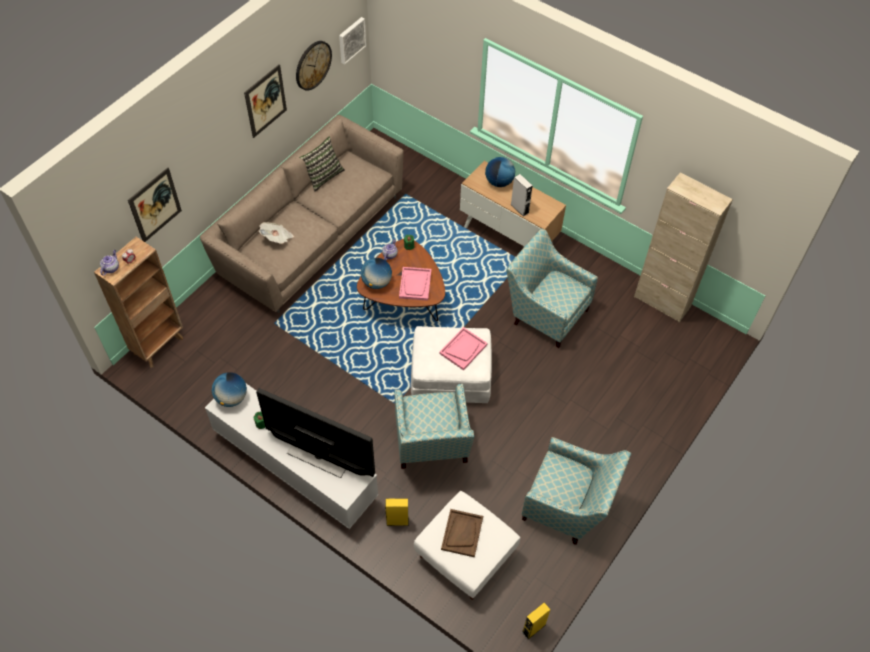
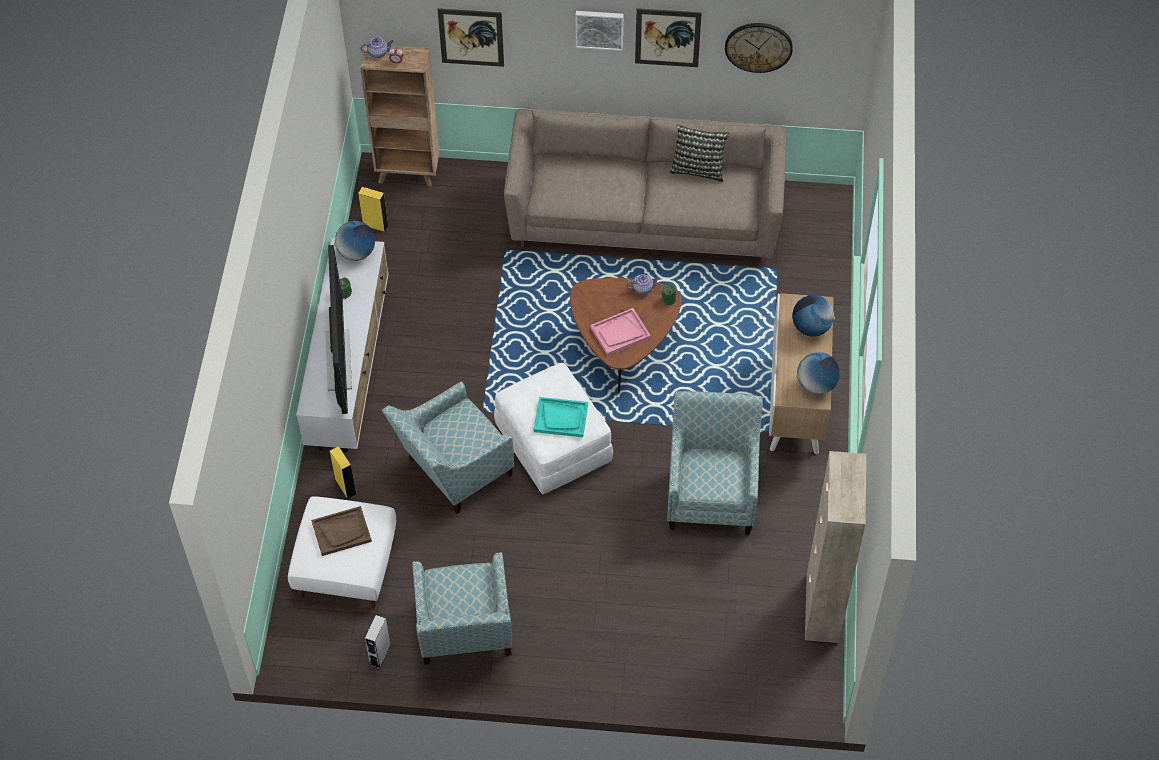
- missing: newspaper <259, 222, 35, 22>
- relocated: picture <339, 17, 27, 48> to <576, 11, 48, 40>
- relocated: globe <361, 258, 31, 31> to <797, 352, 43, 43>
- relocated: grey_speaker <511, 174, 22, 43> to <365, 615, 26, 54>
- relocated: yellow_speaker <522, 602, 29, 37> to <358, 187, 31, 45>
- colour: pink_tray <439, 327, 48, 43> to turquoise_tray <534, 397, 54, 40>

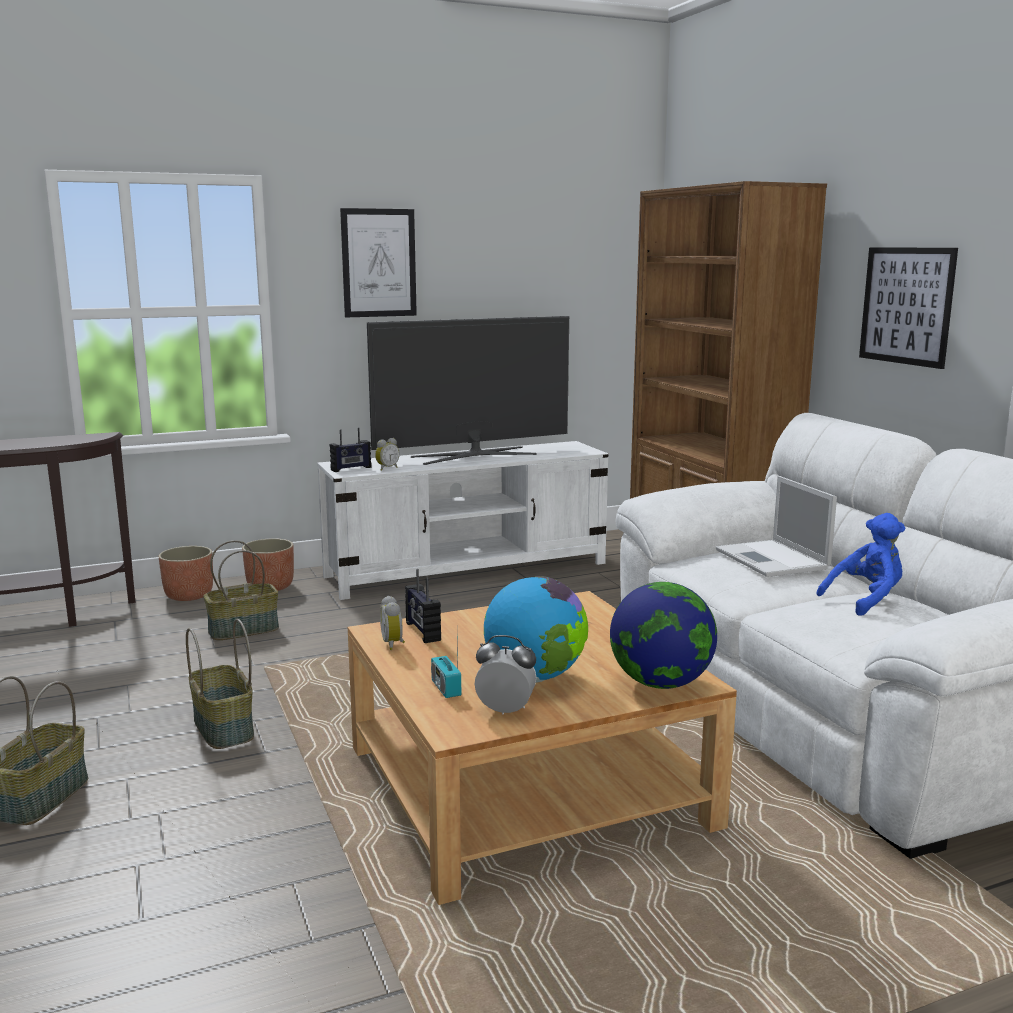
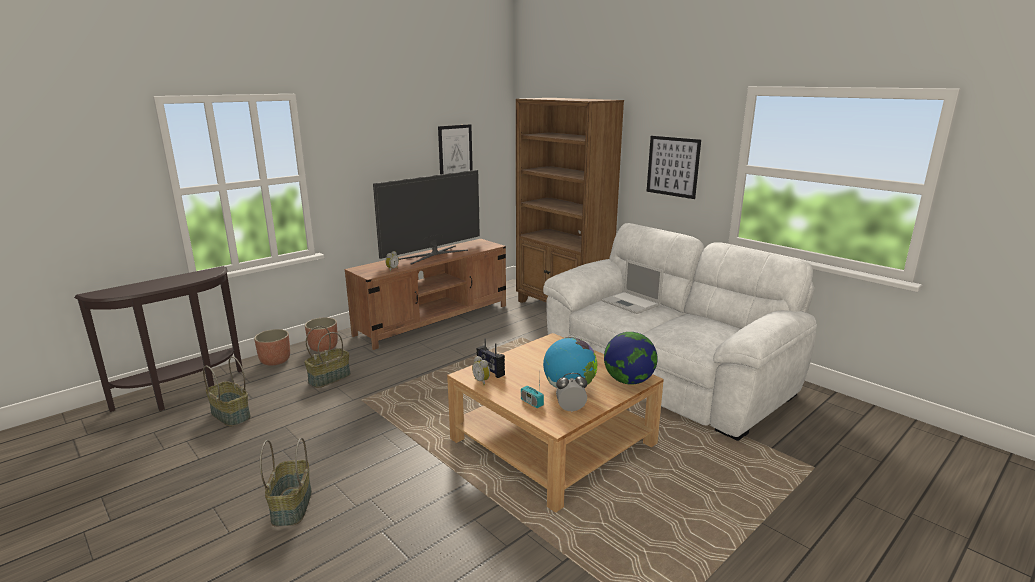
- missing: radio <330, 428, 42, 44>
- missing: blue_plush_toy <817, 513, 88, 103>
- relocated: basket <186, 619, 68, 130> to <203, 356, 48, 71>
- relocated: picture <340, 208, 77, 110> to <438, 124, 35, 51>
- colour: white_tv_stand <317, 441, 292, 159> to brown_tv_stand <344, 239, 162, 111>

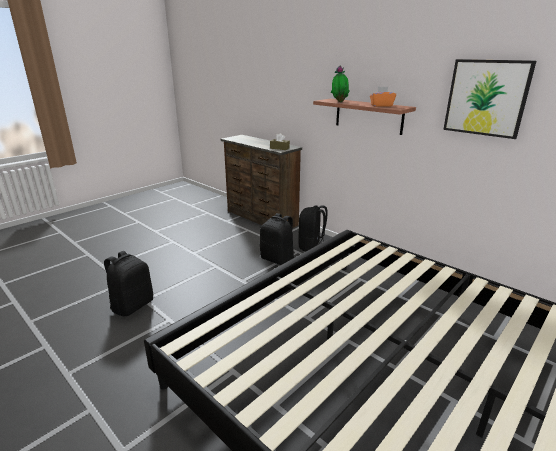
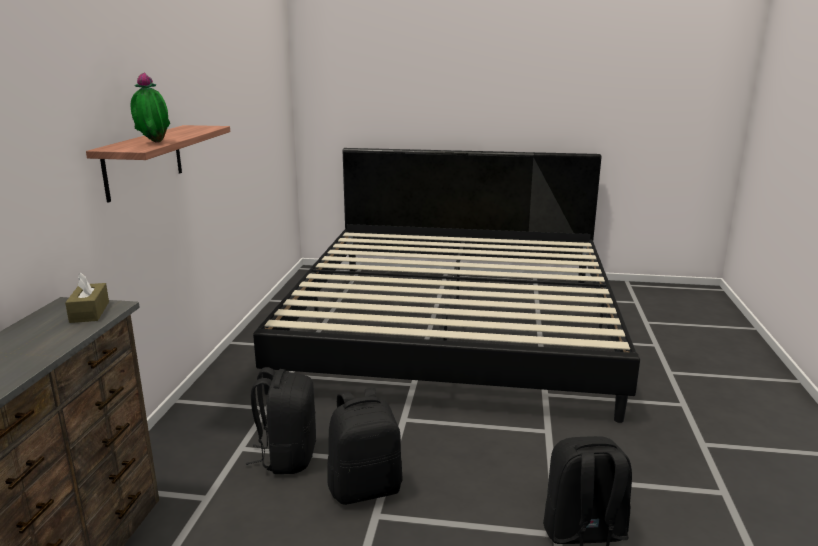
- missing: orange_tissue_box <370, 87, 26, 20>
- missing: picture <443, 59, 93, 80>
- relocated: black_backpack <298, 205, 30, 46> to <327, 388, 76, 117>

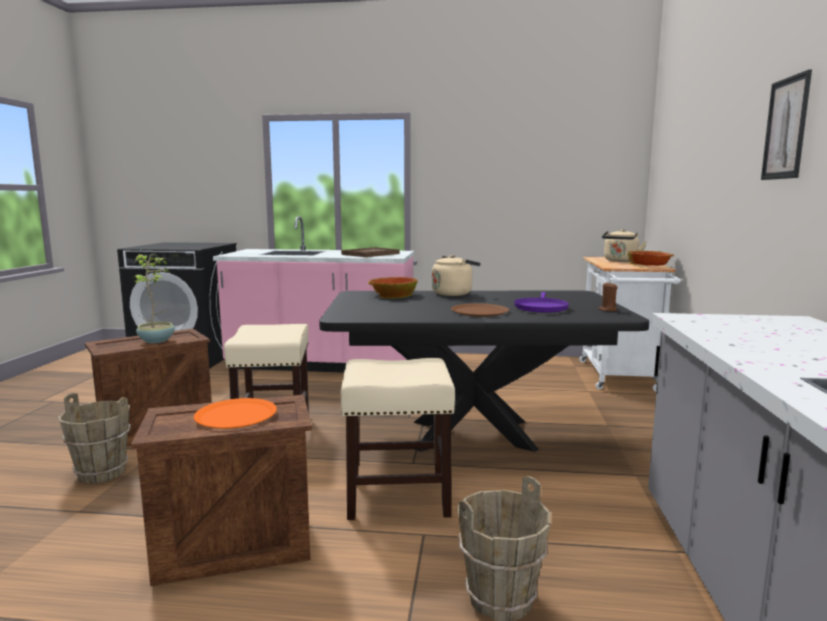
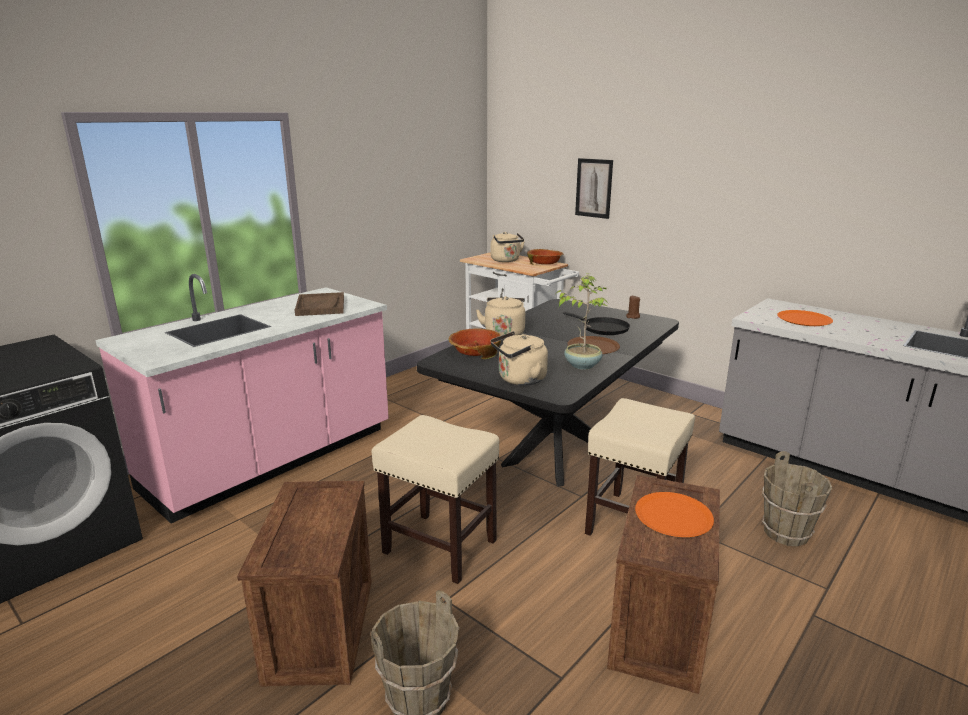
- appeared: beige_kettle <490, 331, 58, 55>
- appeared: orange_plate <777, 310, 56, 16>
- relocated: potted_plant <131, 254, 44, 89> to <557, 273, 52, 97>
- relocated: picture <761, 69, 51, 111> to <575, 158, 38, 61>
- colour: purple_frying_pan <514, 292, 55, 21> to black_frying_pan <563, 312, 67, 23>

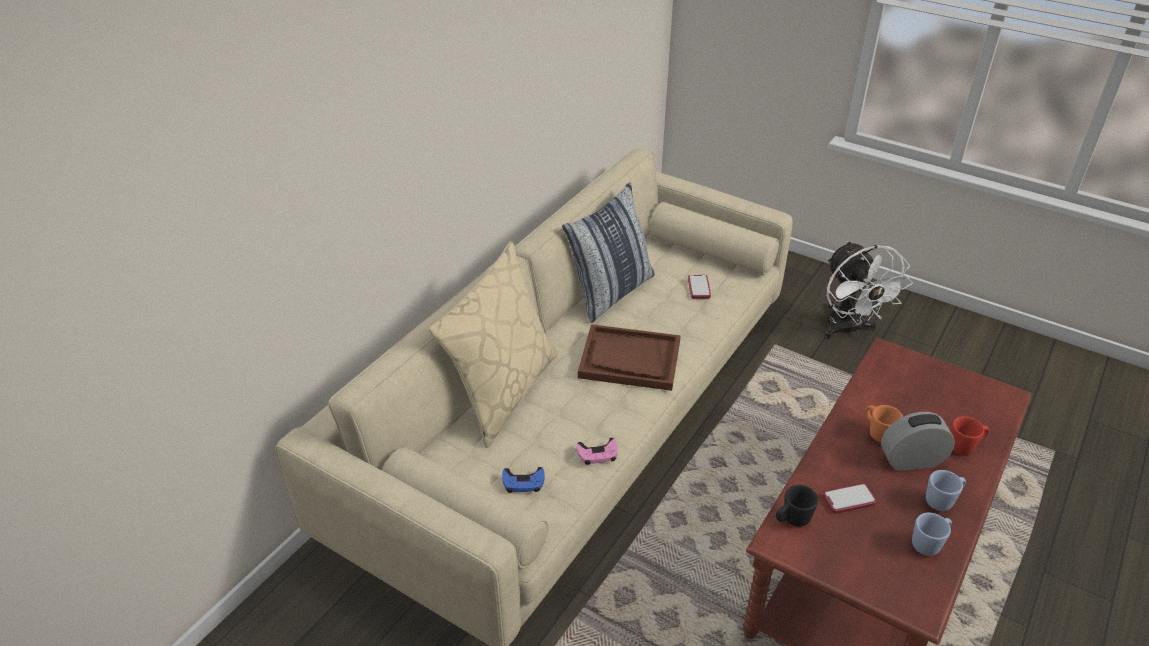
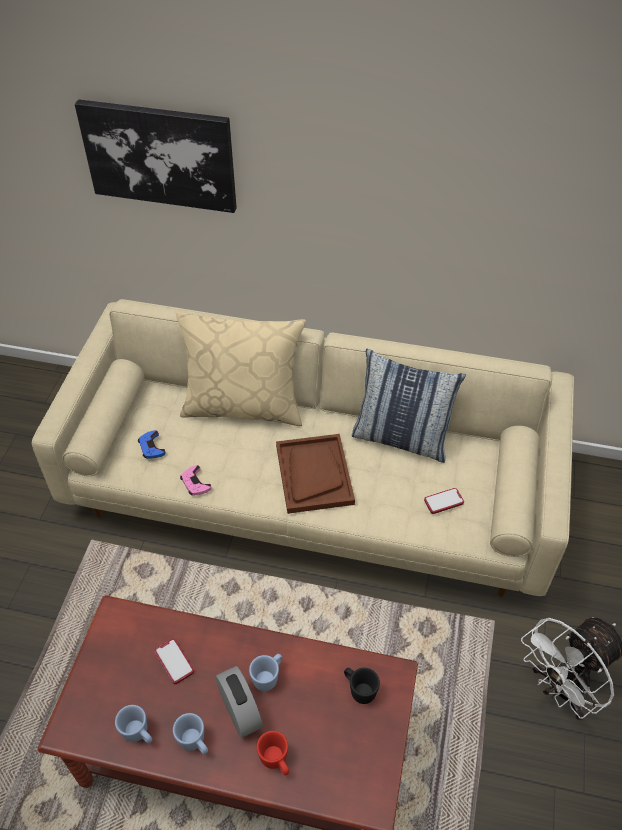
- appeared: picture <75, 99, 162, 114>
- relocated: black_mug <776, 485, 42, 42> to <344, 668, 36, 36>
- colour: orange_mug <865, 405, 38, 38> to blue_mug <249, 654, 33, 37>

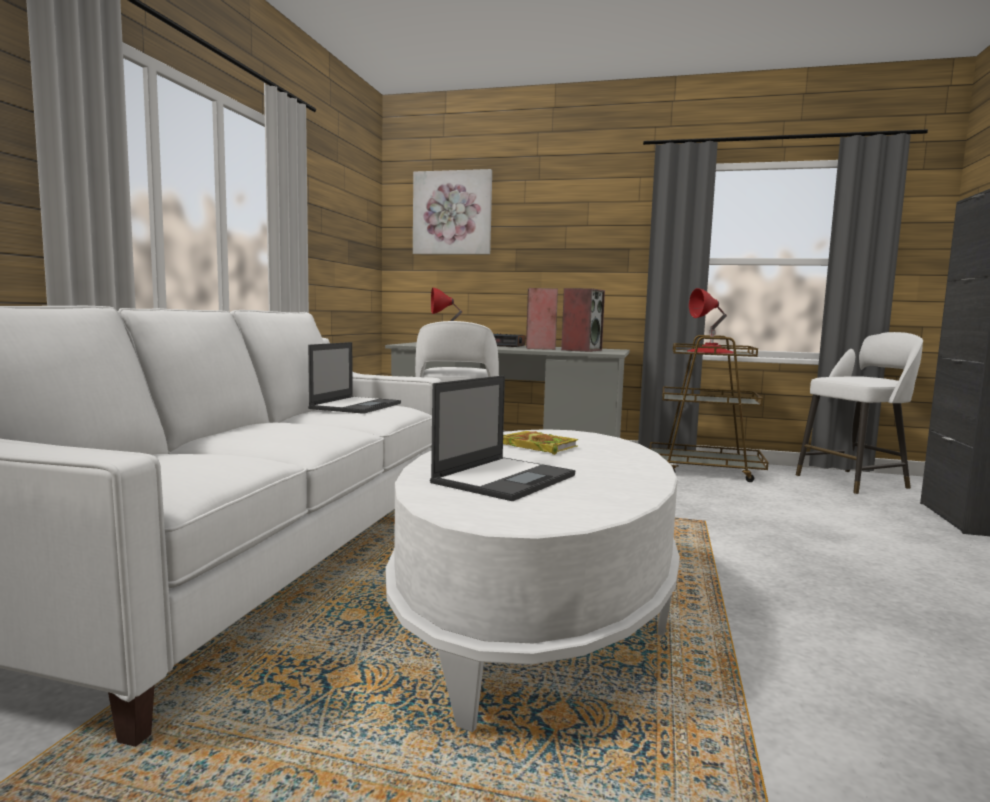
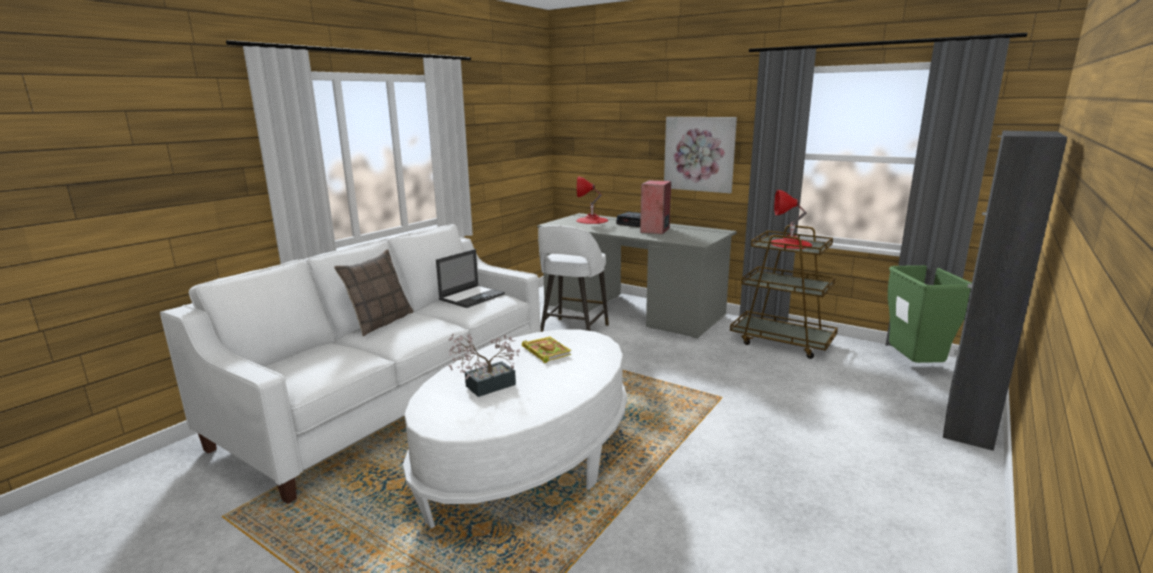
- missing: speaker <561, 288, 44, 64>
- appeared: pillow <334, 249, 80, 88>
- relocated: picture <413, 169, 79, 86> to <664, 117, 73, 76>
- exchanged: laptop <430, 375, 145, 126> to potted_plant <448, 333, 72, 64>
- exchanged: white_stool <796, 332, 127, 162> to green_trash_can <888, 265, 84, 98>

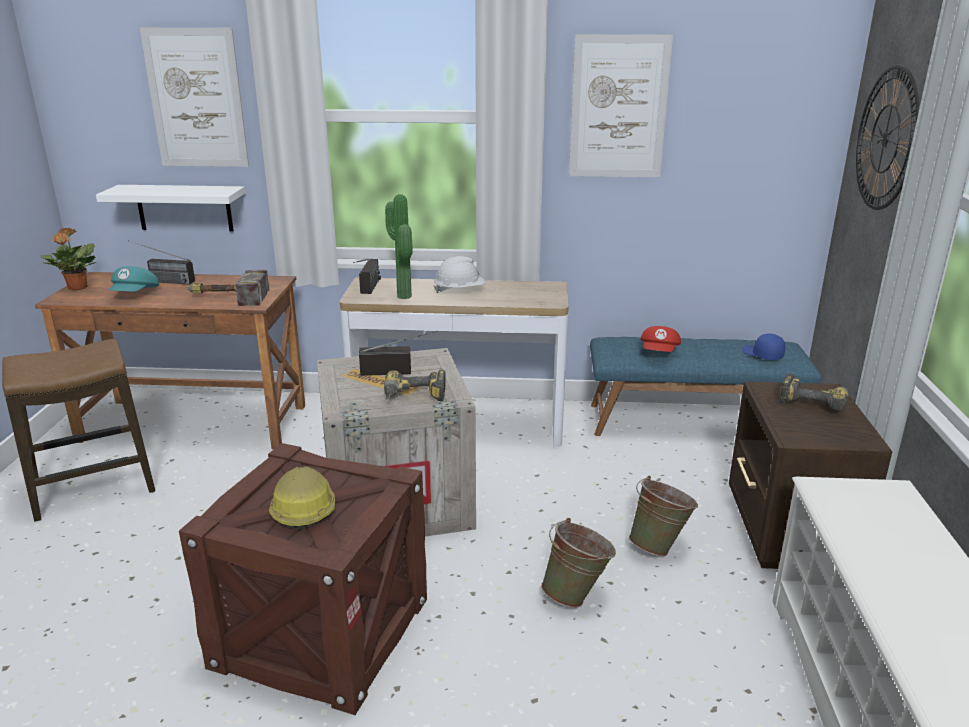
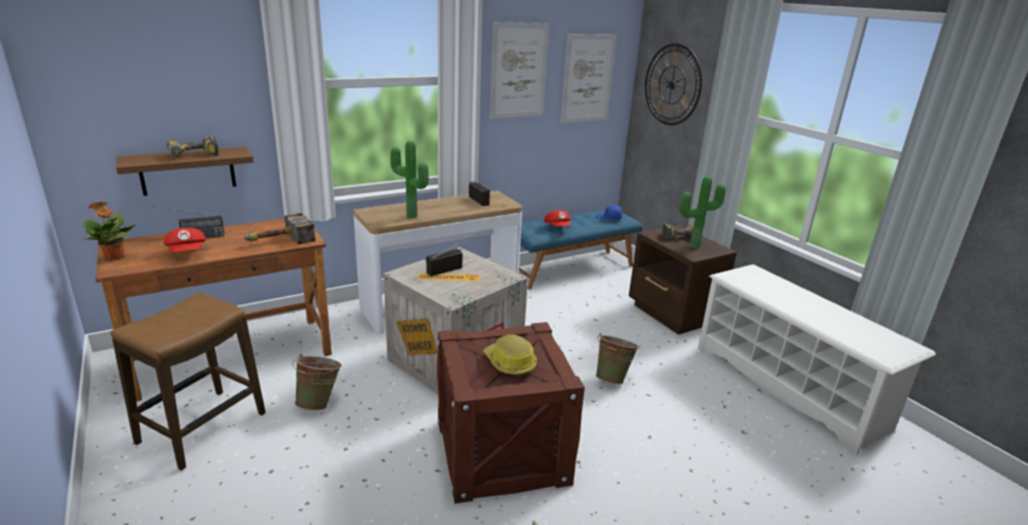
- missing: white_hard_hat <434, 256, 52, 37>
- appeared: potted_plant <679, 177, 47, 72>
- relocated: picture <140, 28, 109, 139> to <561, 34, 55, 89>
- relocated: radio <353, 258, 28, 36> to <469, 181, 24, 25>
- relocated: power_drill <384, 370, 62, 31> to <167, 136, 52, 20>
- relocated: green_bucket <629, 476, 69, 80> to <292, 354, 50, 57>
- colour: white_shelf <96, 185, 149, 46> to brown_shelf <116, 147, 138, 49>
- colour: turquoise_cap <108, 266, 52, 26> to red_cap <164, 227, 42, 25>

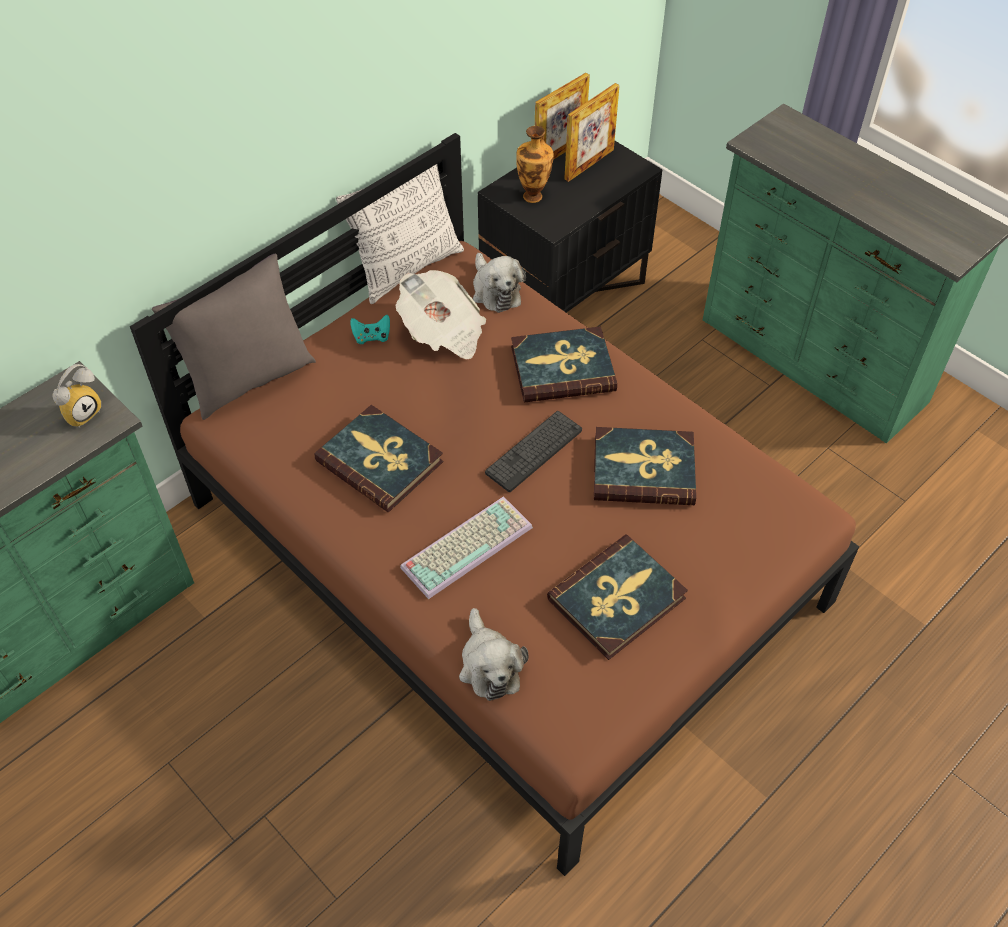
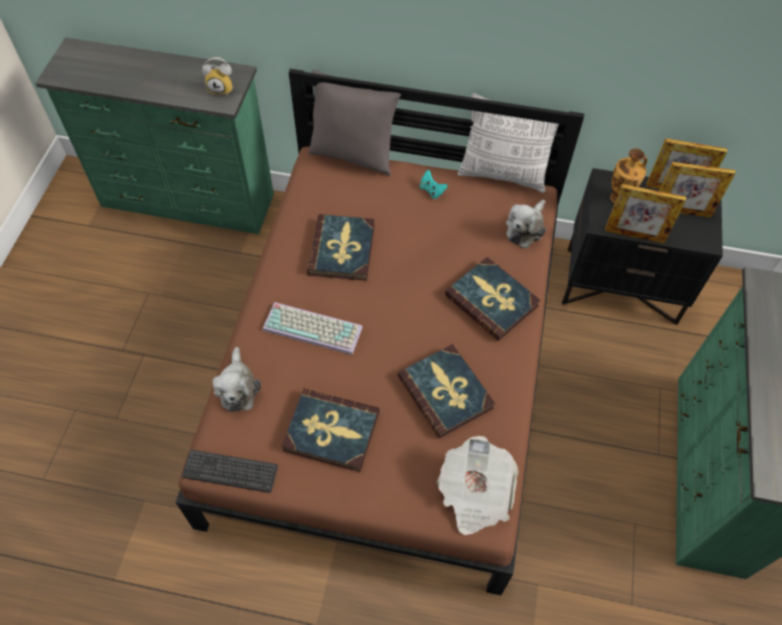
- appeared: picture_frame <605, 184, 81, 59>
- relocated: newspaper <395, 270, 91, 89> to <437, 436, 82, 99>
- relocated: keyboard <485, 411, 97, 81> to <182, 450, 96, 43>
- spun: plush_toy <459, 608, 70, 93> = <213, 347, 48, 65> 45 degrees counterclockwise

